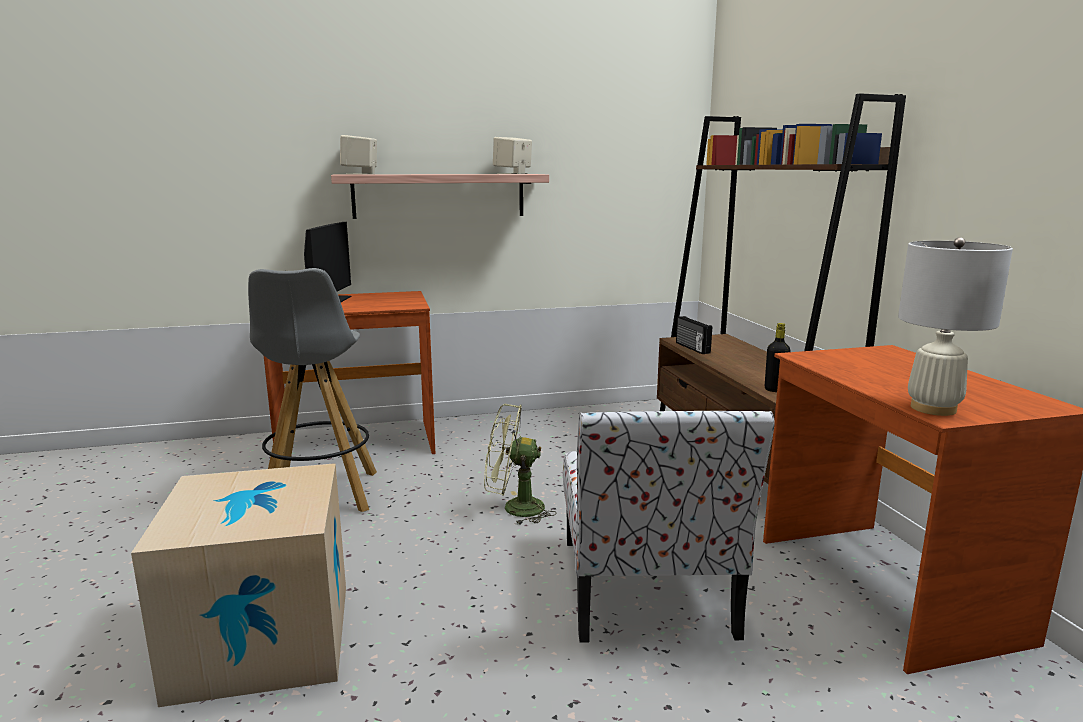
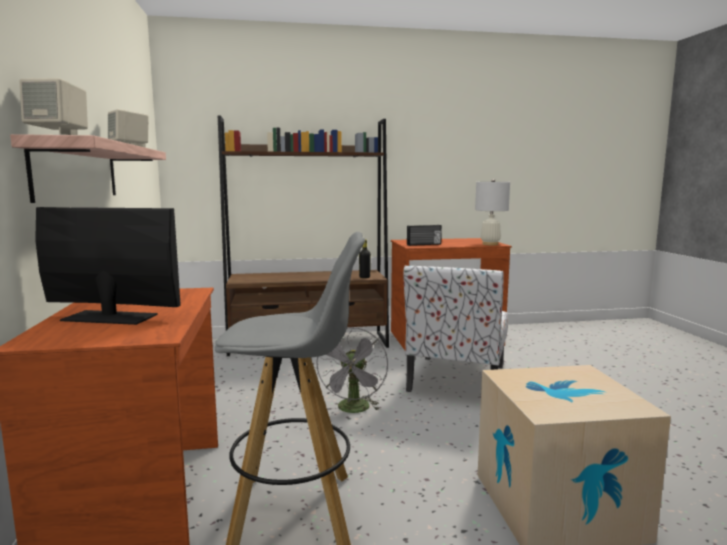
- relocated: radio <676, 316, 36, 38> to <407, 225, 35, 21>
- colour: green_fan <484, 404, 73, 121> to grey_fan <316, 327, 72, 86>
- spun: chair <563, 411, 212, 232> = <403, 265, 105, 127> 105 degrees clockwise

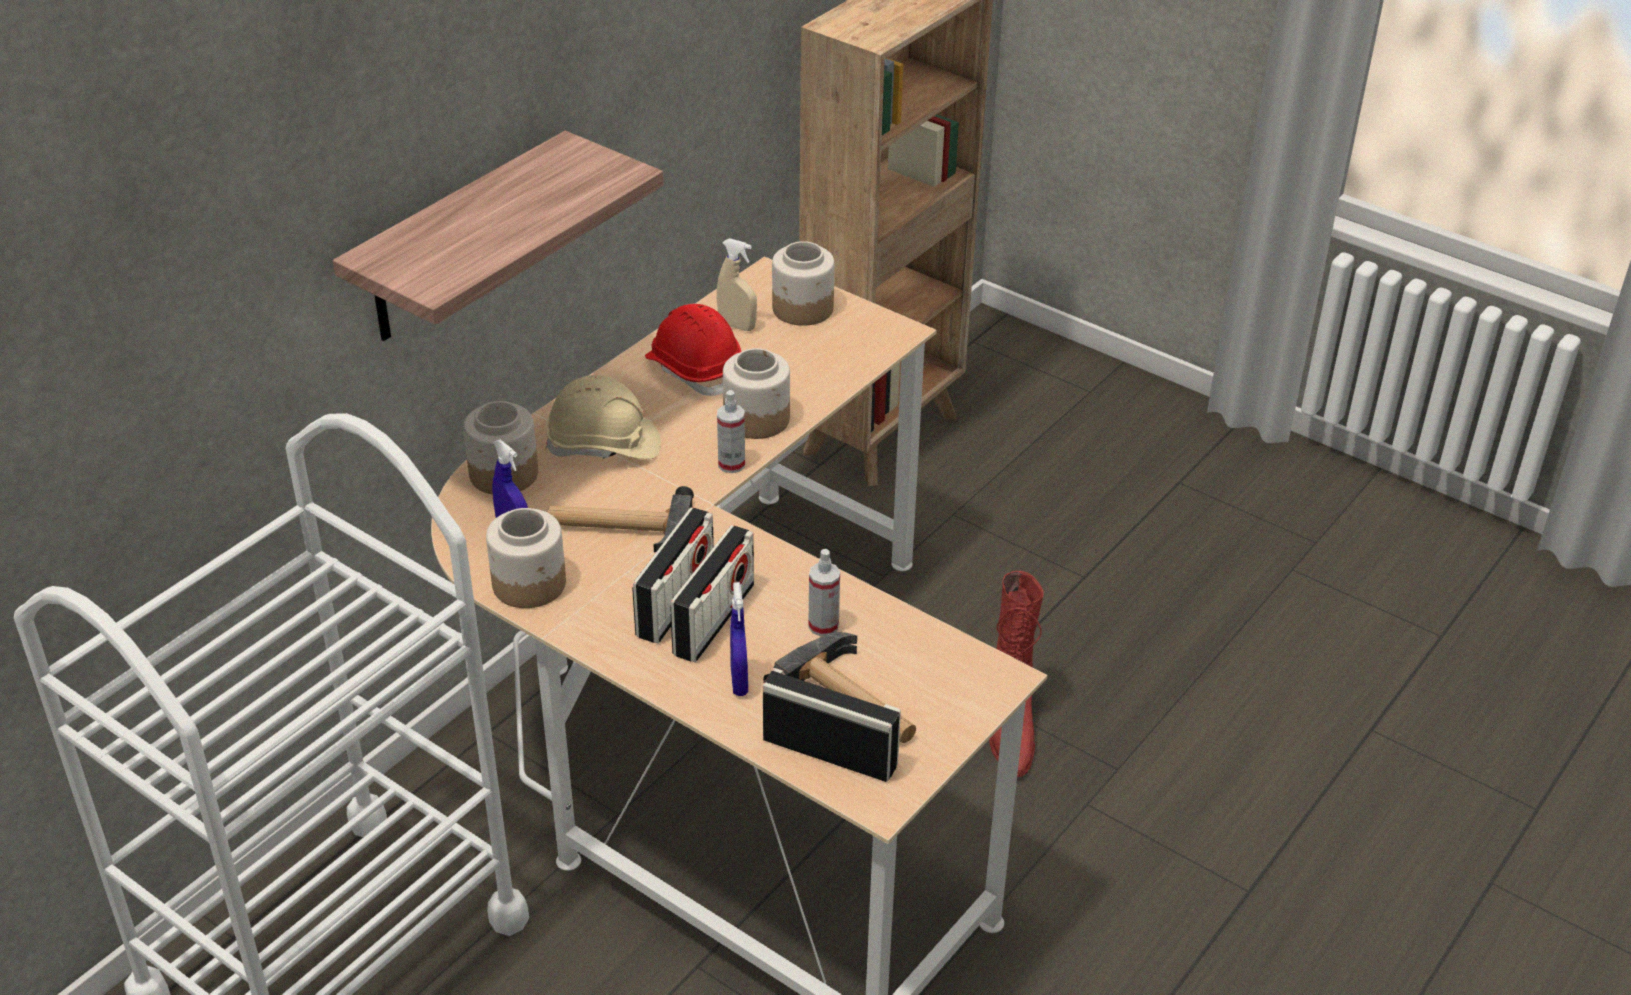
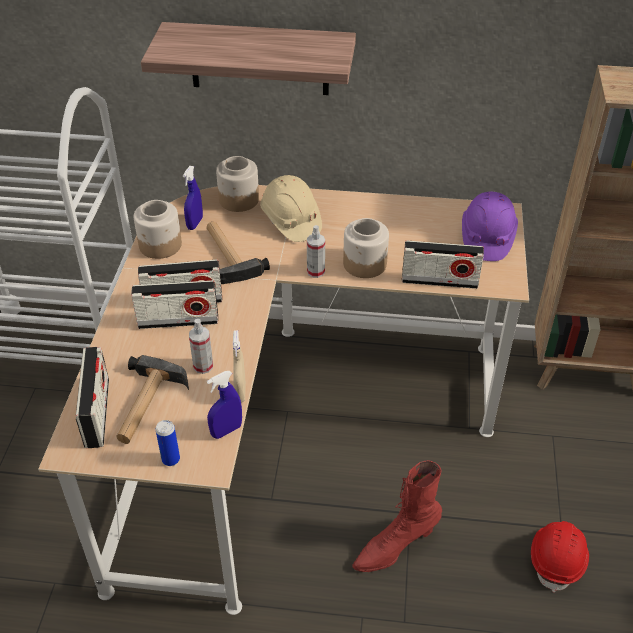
- appeared: can <156, 420, 24, 46>
- appeared: radio <402, 240, 82, 49>
- relocated: red_hard_hat <645, 304, 97, 92> to <531, 521, 58, 72>
- relocated: beige_spray_bottle <717, 239, 40, 92> to <233, 330, 13, 73>
- relocated: blue_spray_bottle <730, 582, 18, 114> to <207, 371, 35, 68>
- exchanged: jar <772, 241, 63, 85> to purple_hard_hat <462, 192, 56, 69>

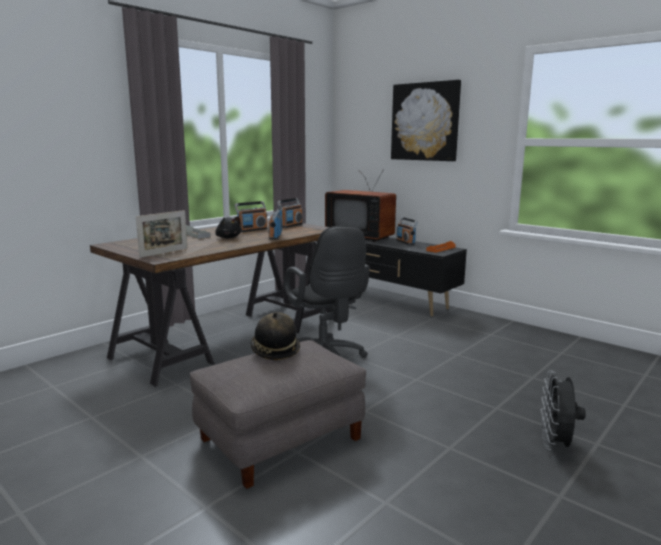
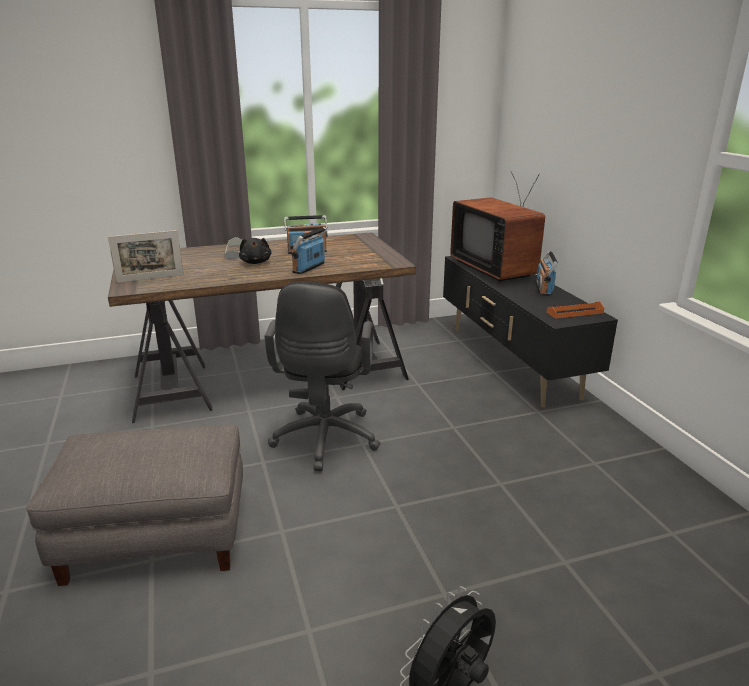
- missing: hat <251, 312, 49, 48>
- missing: radio <277, 198, 26, 30>
- missing: picture <391, 80, 70, 81>

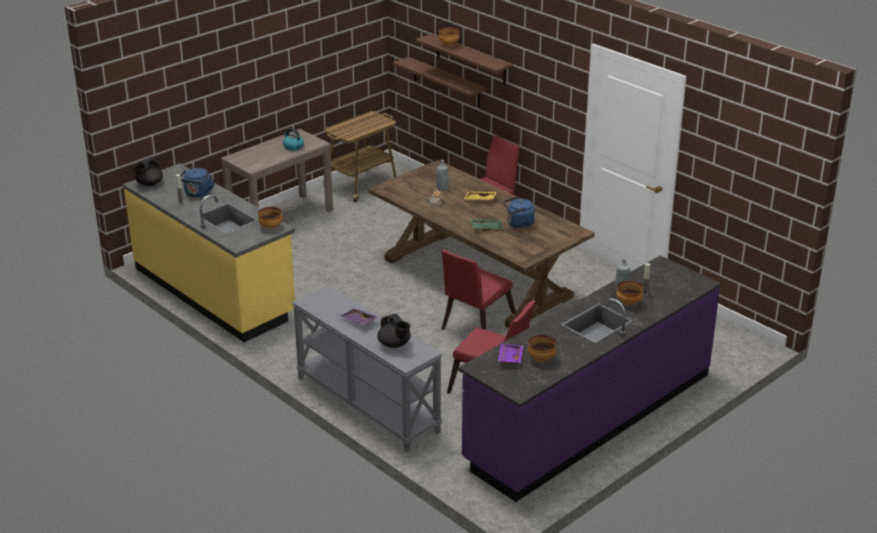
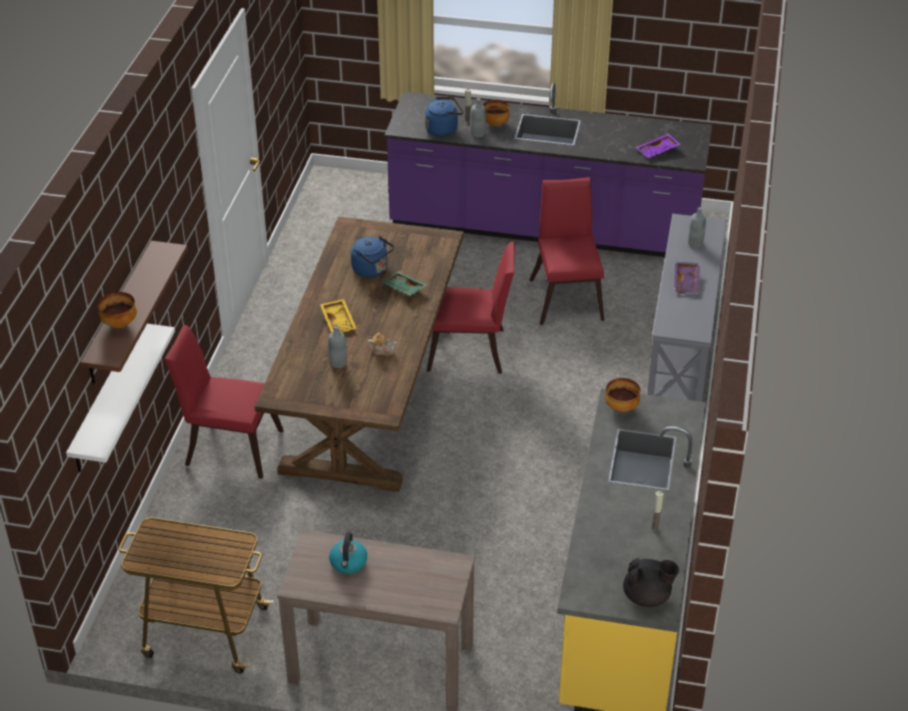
- missing: bowl <528, 335, 28, 27>
- relocated: blue_kettle <180, 168, 35, 29> to <425, 97, 38, 40>
- exchanged: black_teapot <377, 314, 34, 34> to grey_bottle <688, 207, 18, 41>
- colour: brown_shelf <393, 57, 93, 50> to white_shelf <66, 324, 109, 149>

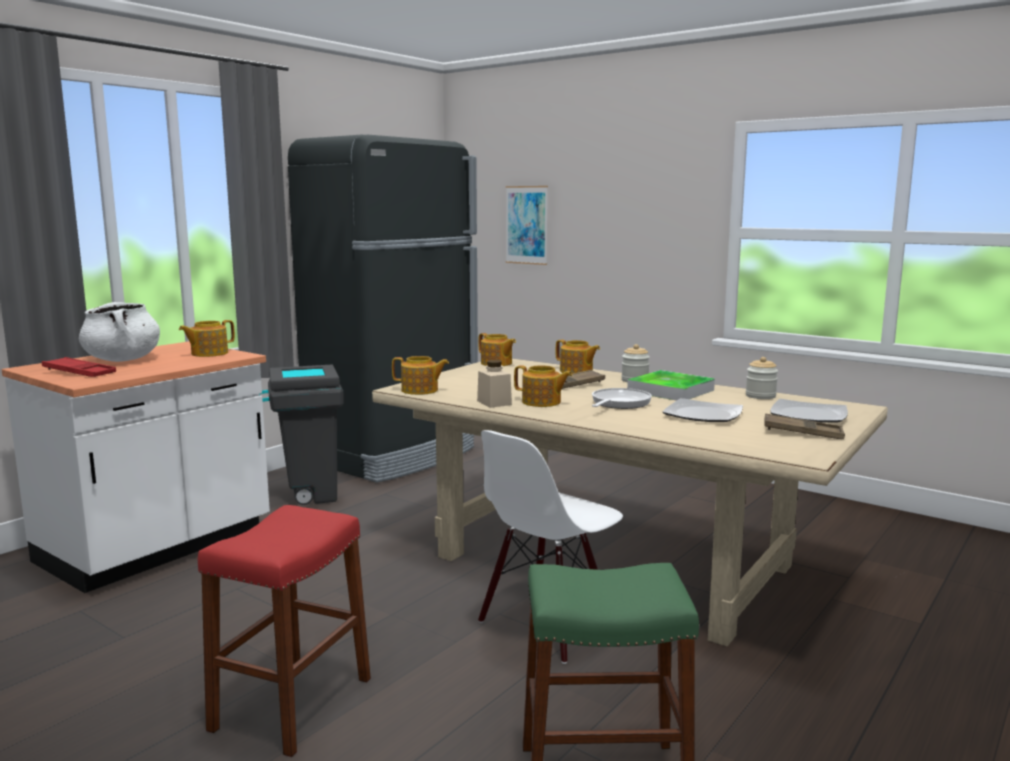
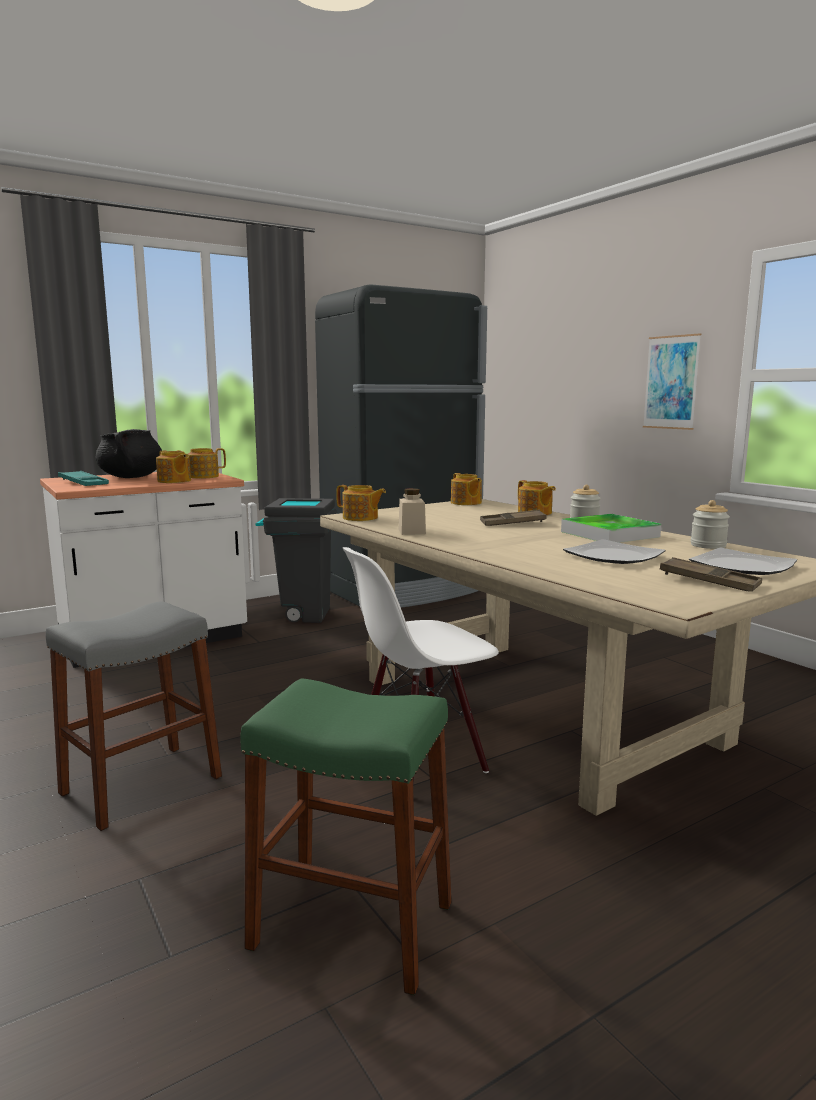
- missing: frying_pan <592, 388, 60, 21>
- relocated: picture <506, 186, 42, 79> to <643, 333, 58, 97>
- relocated: teapot <514, 365, 58, 42> to <156, 451, 35, 32>
- colour: red_tray <42, 357, 74, 20> to turquoise_tray <58, 471, 51, 15>
- colour: white_cooking_pot <79, 302, 81, 60> to black_cooking_pot <96, 429, 66, 49>
- colour: red_stool <198, 505, 173, 252> to grey_stool <46, 601, 176, 230>

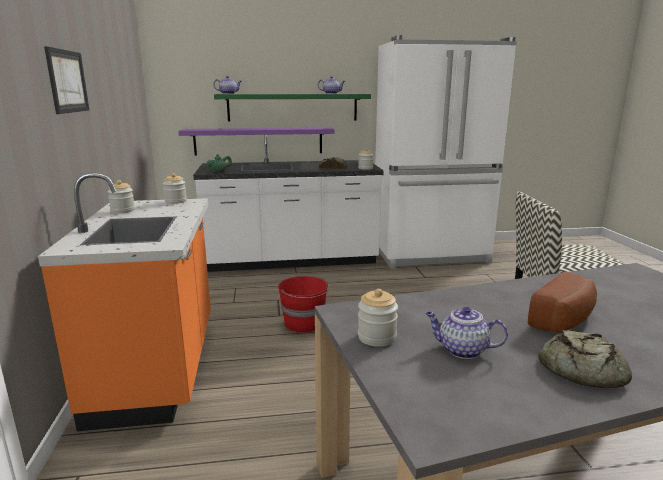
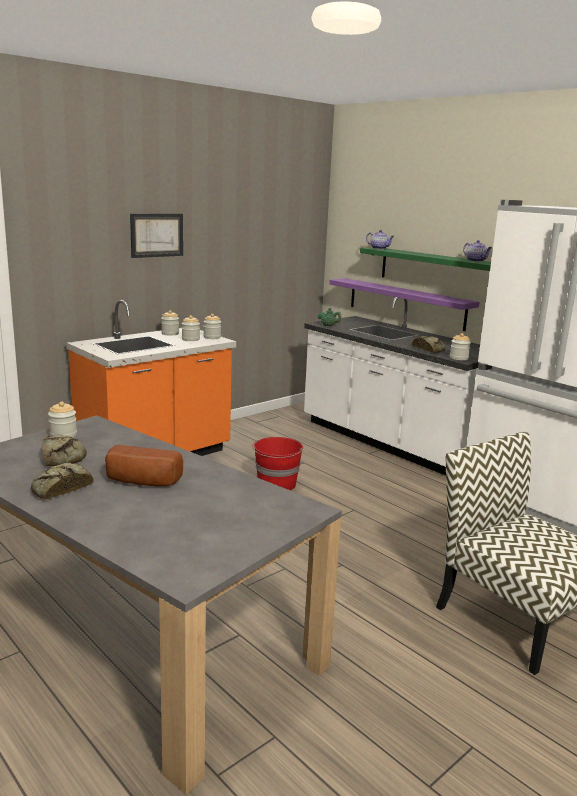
- appeared: jar <182, 315, 18, 26>
- exchanged: teapot <426, 307, 82, 52> to bread <42, 434, 45, 32>

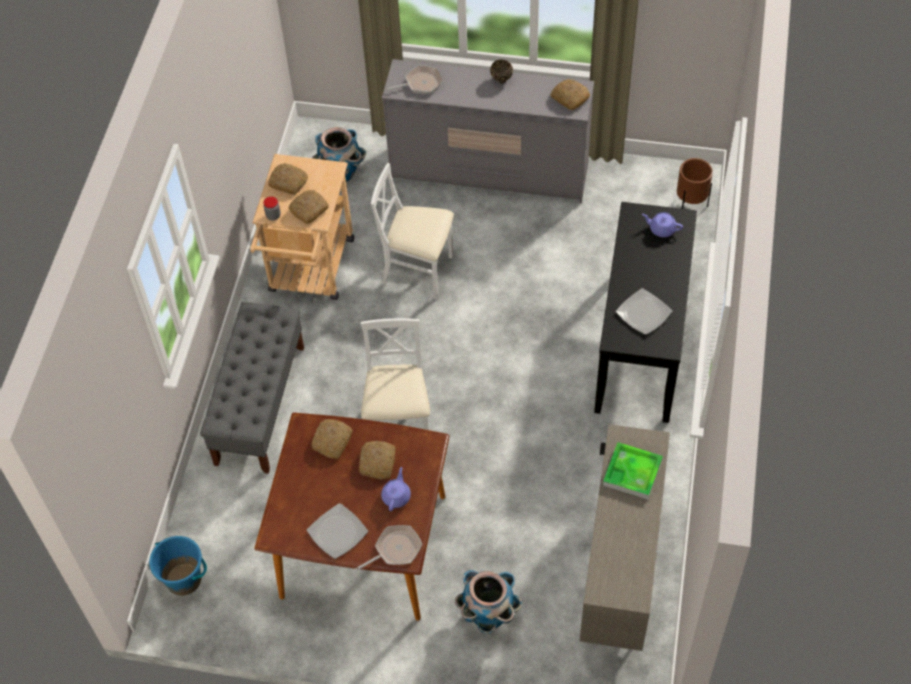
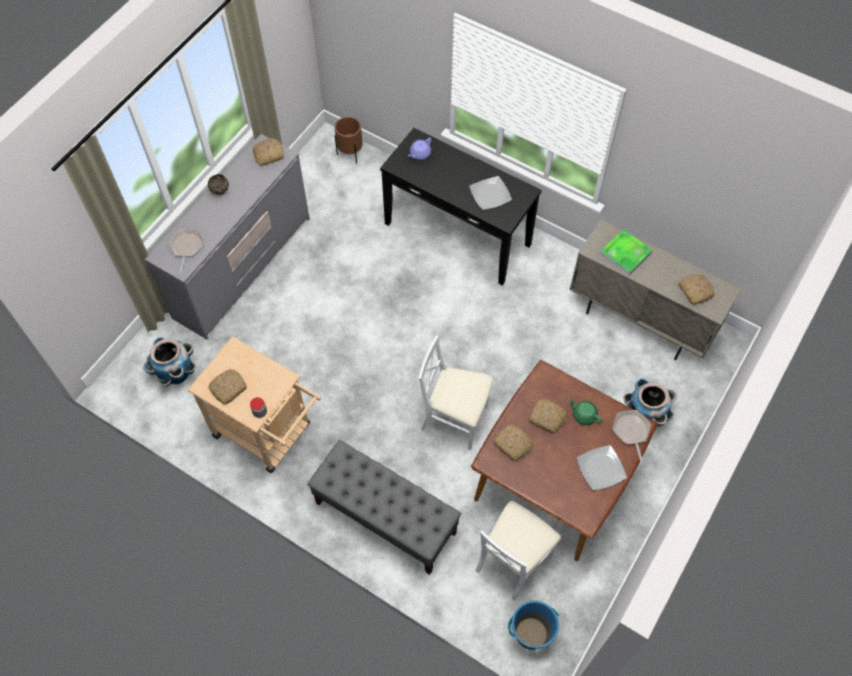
- relocated: bread <289, 190, 40, 34> to <678, 274, 36, 30>
- relocated: white_chair <371, 163, 83, 137> to <476, 501, 85, 100>
- colour: purple_teapot <381, 467, 30, 44> to green_teapot <568, 398, 35, 27>

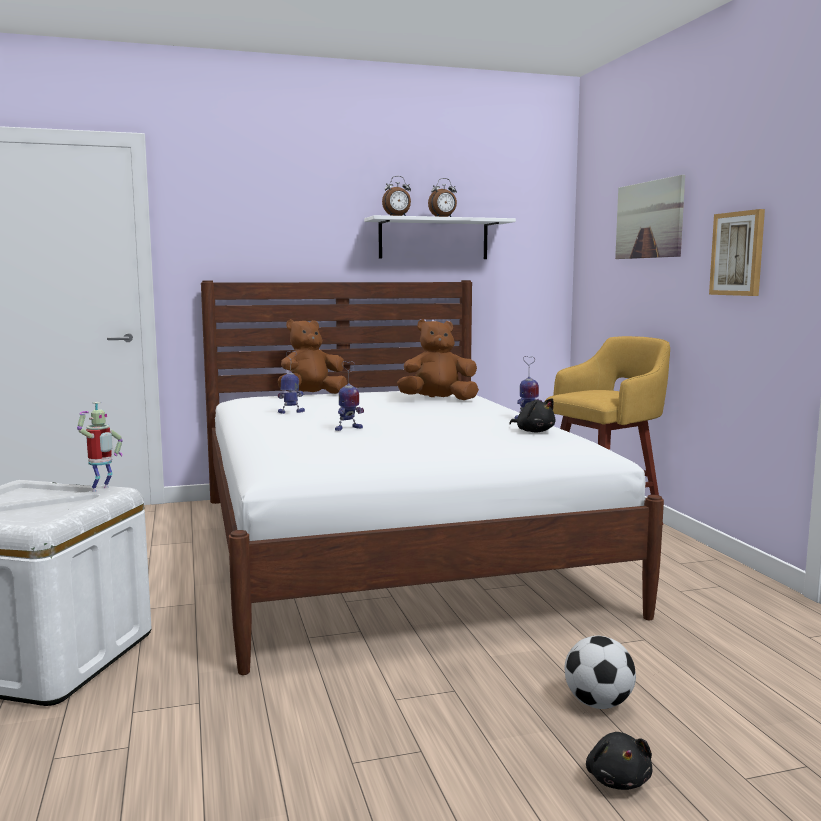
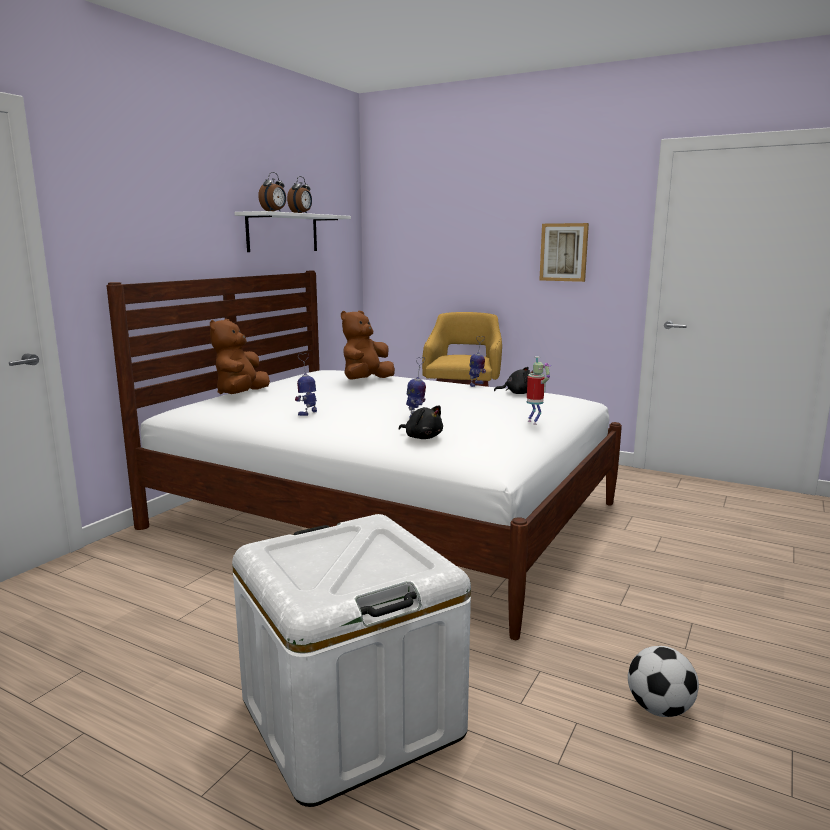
- missing: picture <615, 175, 70, 84>
- relocated: toy_robot <77, 402, 46, 90> to <527, 356, 24, 69>
- relocated: football <564, 636, 72, 73> to <628, 646, 71, 71>
- relocated: black_plush_toy <586, 732, 66, 58> to <399, 405, 44, 34>

